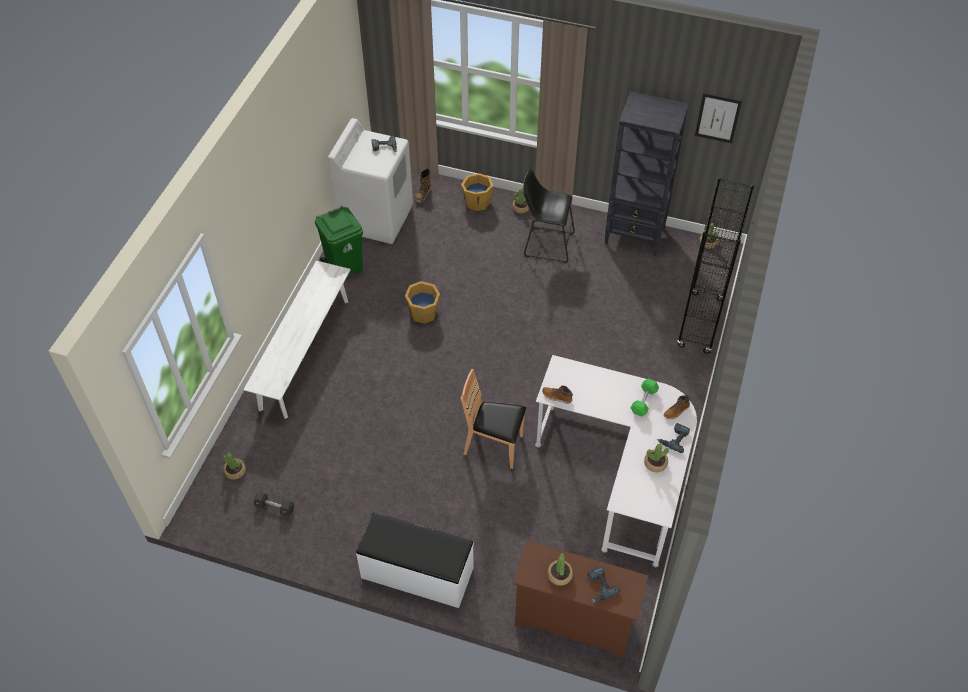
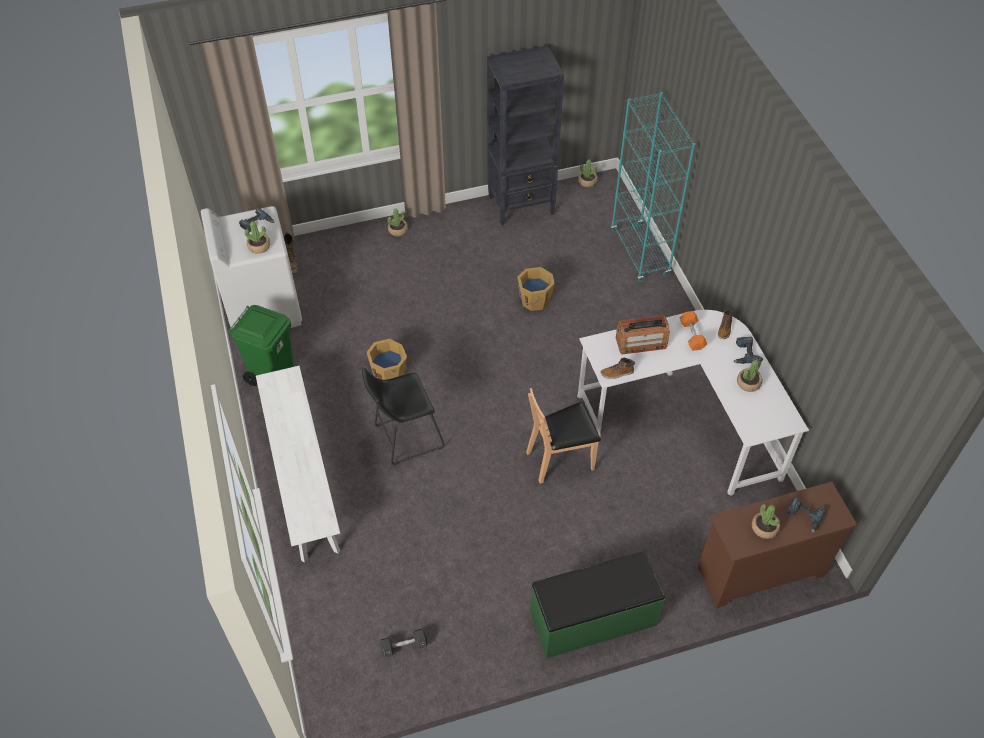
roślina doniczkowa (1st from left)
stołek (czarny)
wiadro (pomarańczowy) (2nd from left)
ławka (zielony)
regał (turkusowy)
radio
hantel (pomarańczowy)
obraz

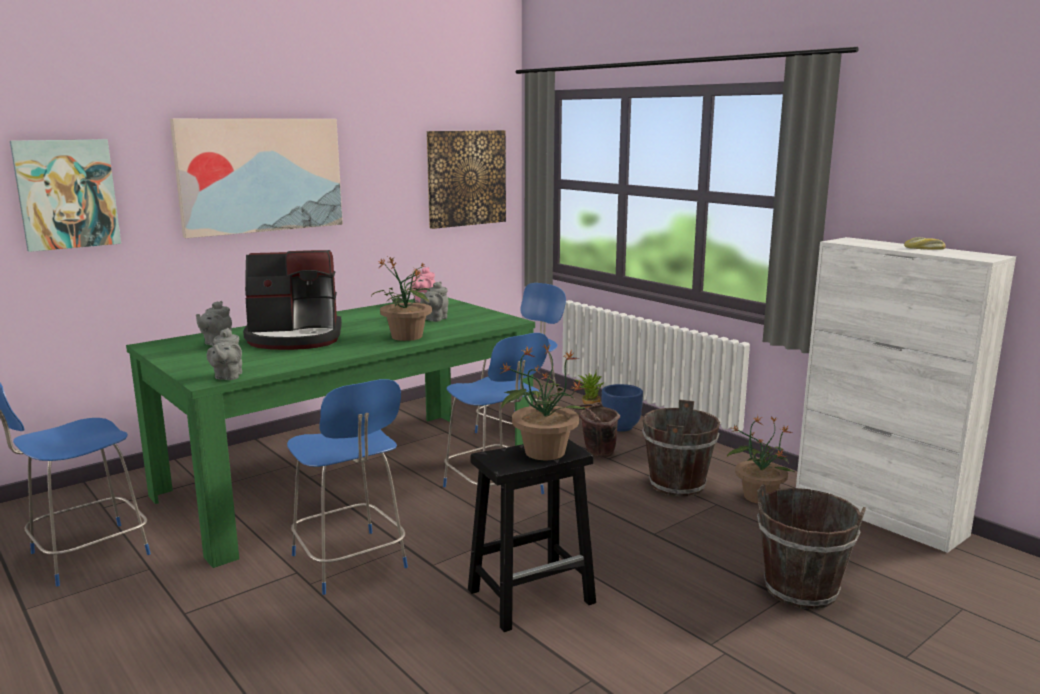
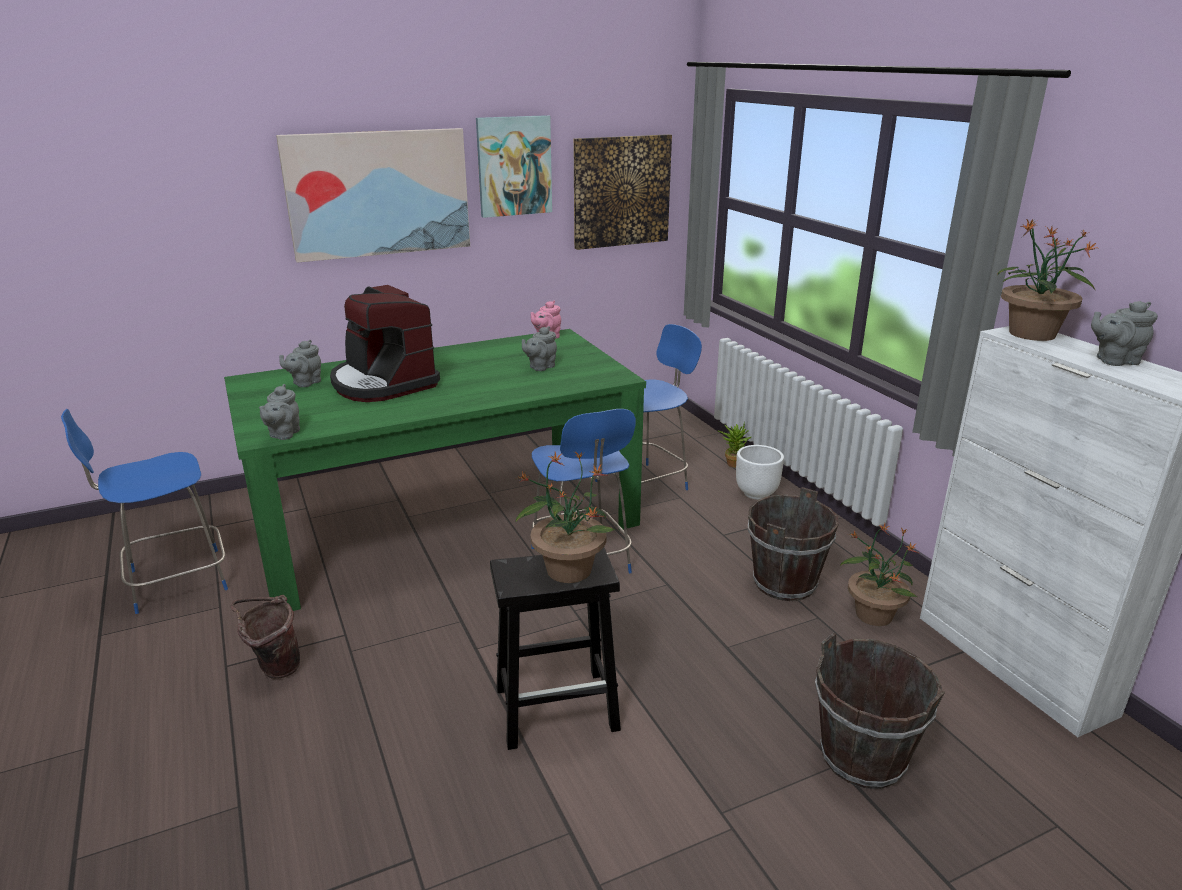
wiadro (brązowy) (1st from left)
ekspres do kawy
obraz (2nd from left)
donica (biały)
roślina doniczkowa (4th from left)
imbryk (szary) (4th from left)
krzesło (niebieski) (2nd from left in the first image)

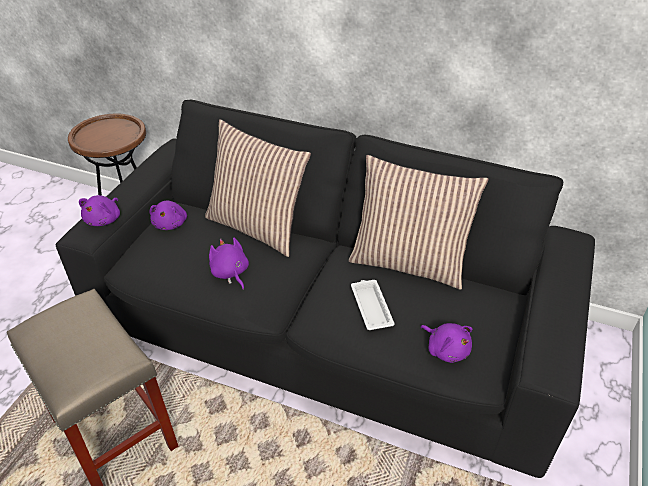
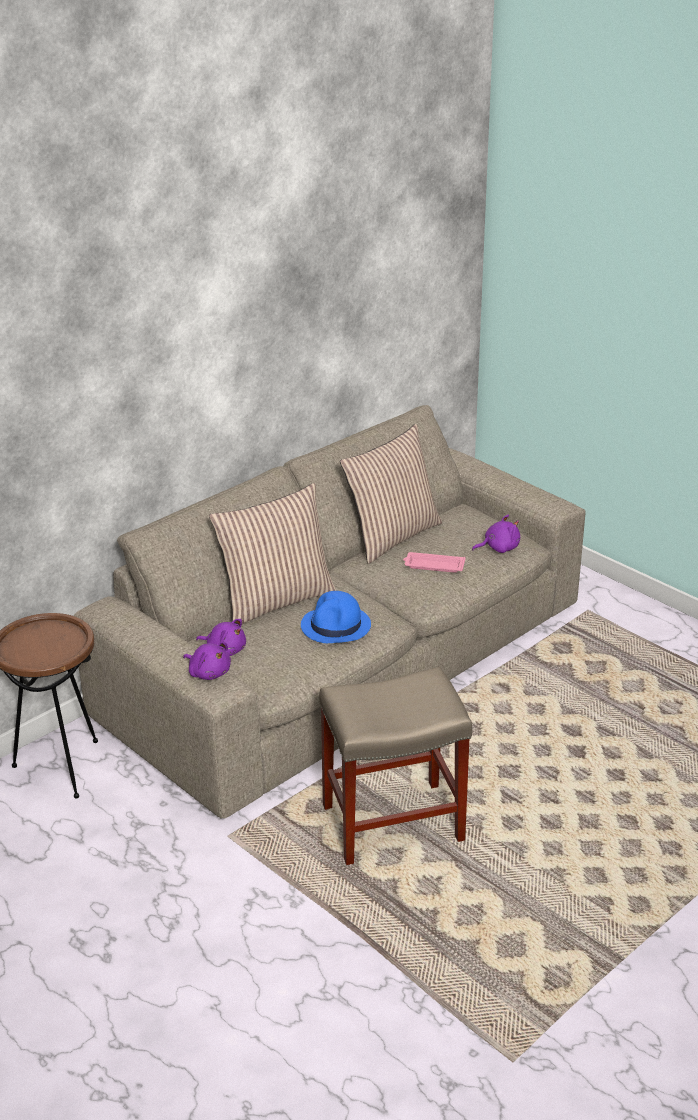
kanapa (beżowy)
kapelusz (niebieski)
taca (różowy)

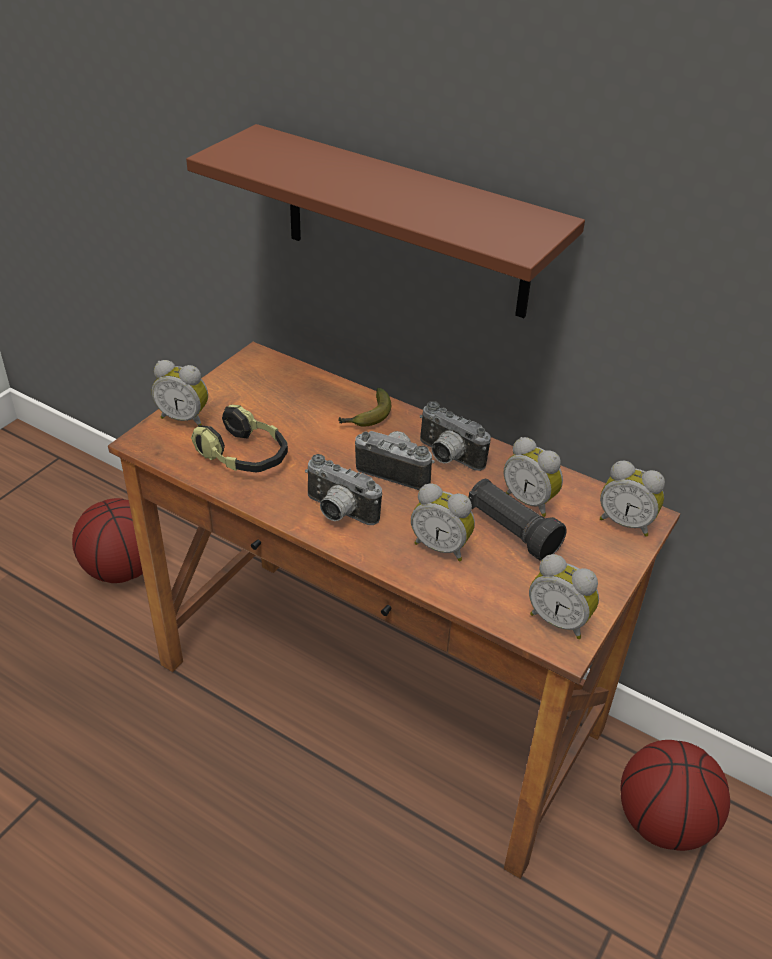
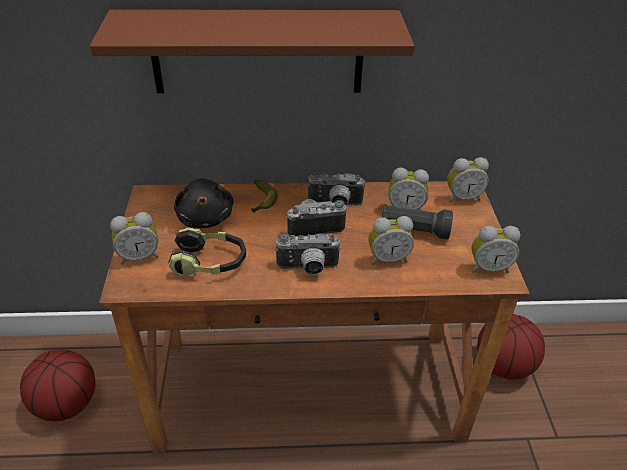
pluszak (czarny)

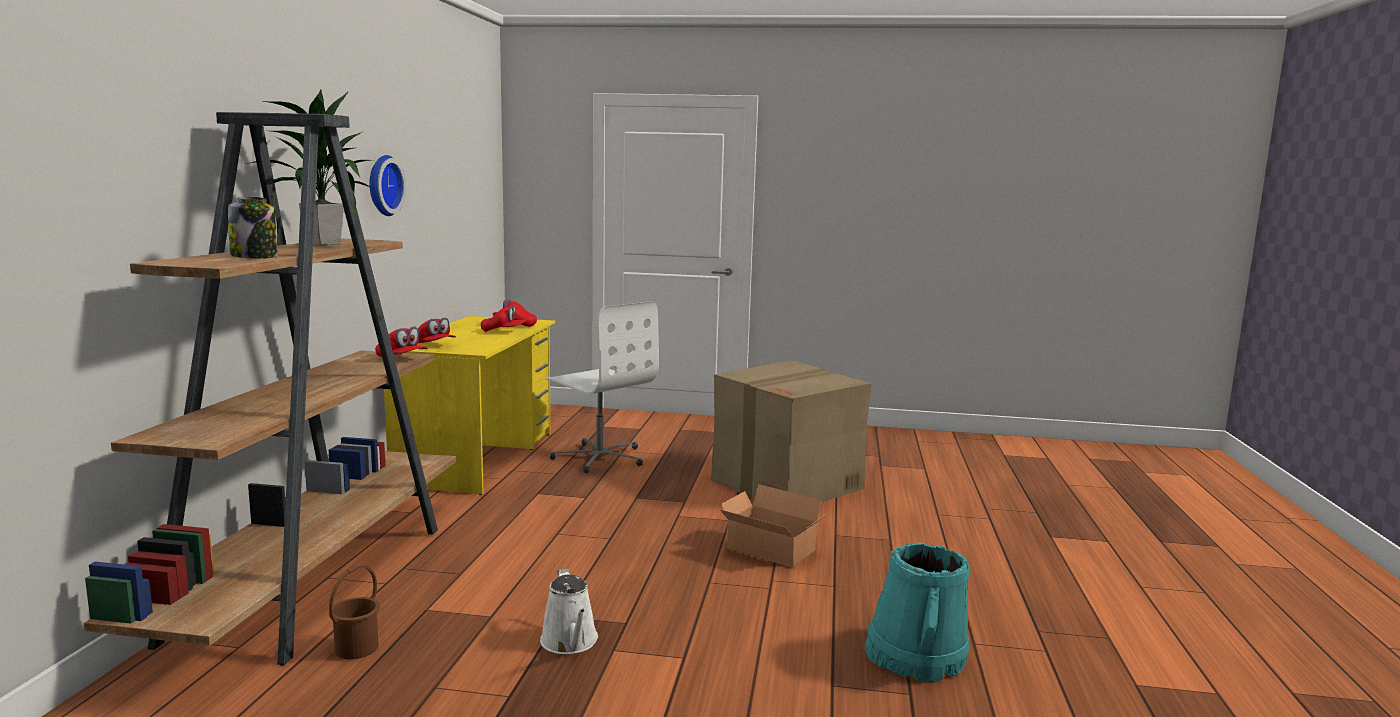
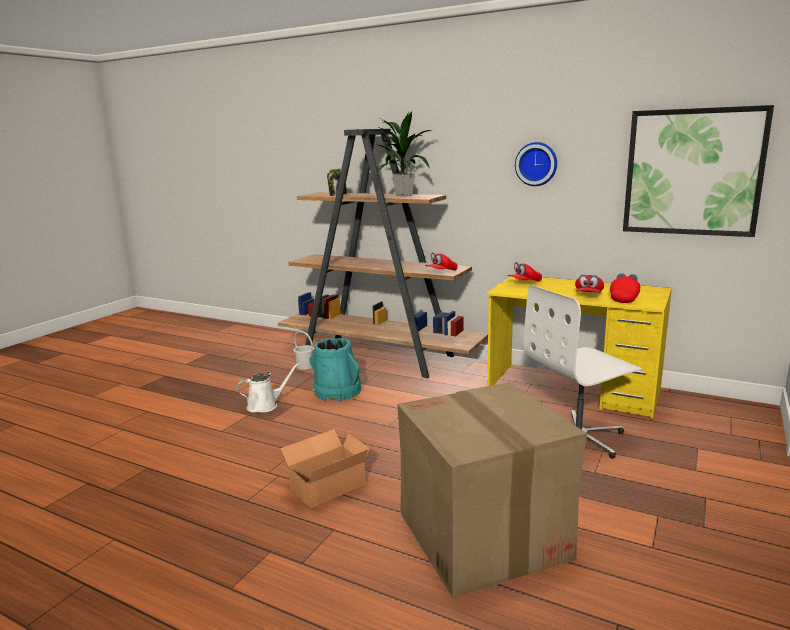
konewka (biały)
wiadro (biały)
wiadro (turkusowy)
obraz

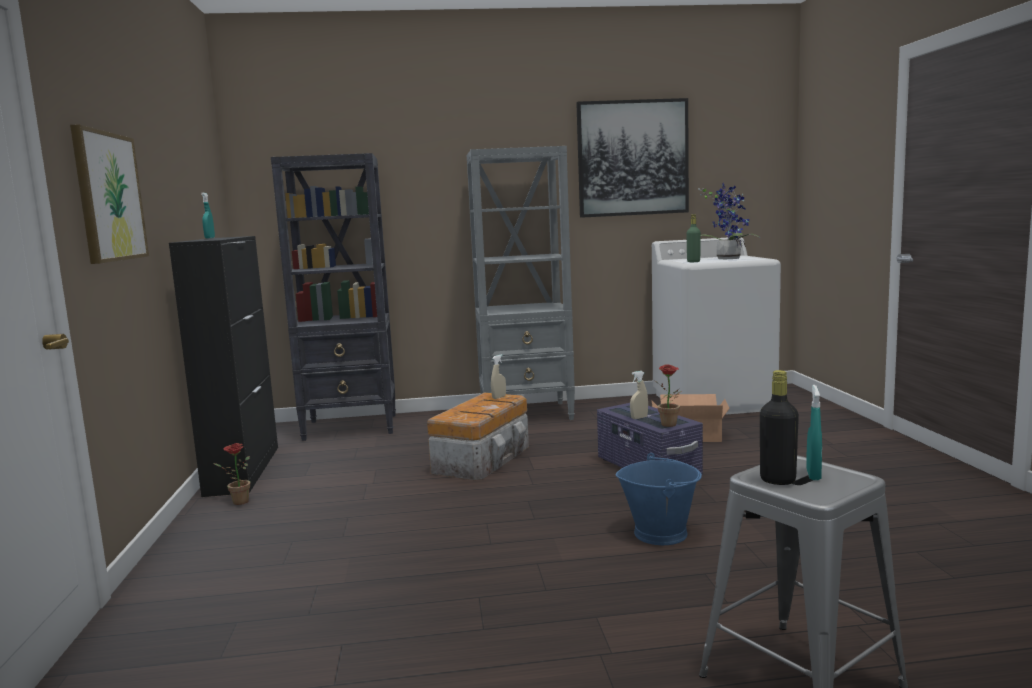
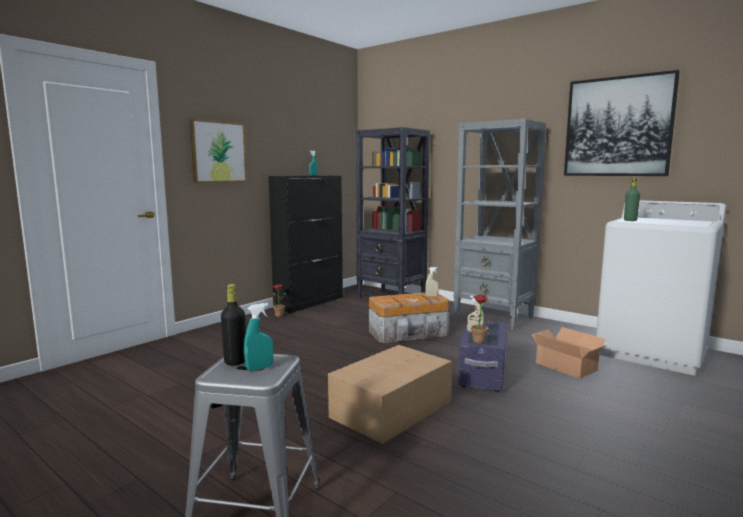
karton (1st from left)
roślina doniczkowa (3rd from left in the first image)

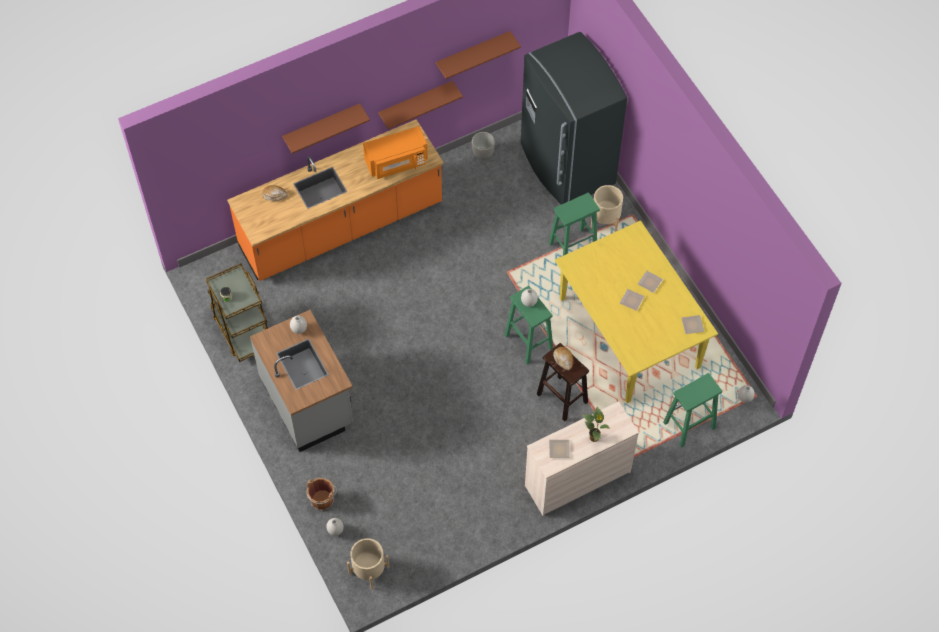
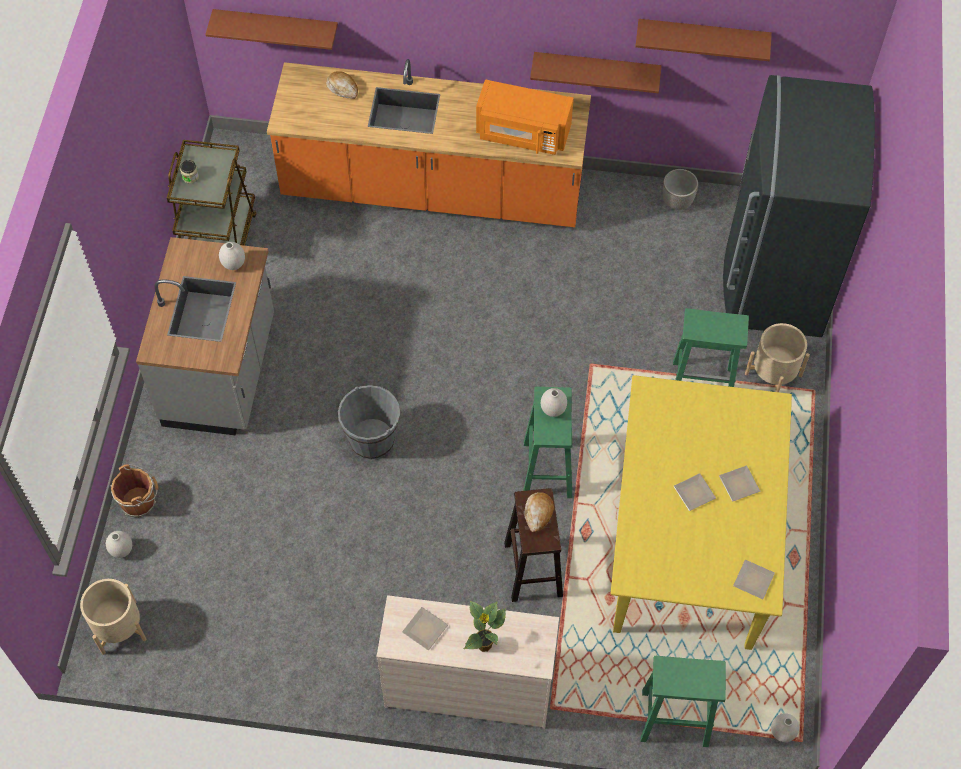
półka (brązowy) (1st from left)
wiadro (szary)

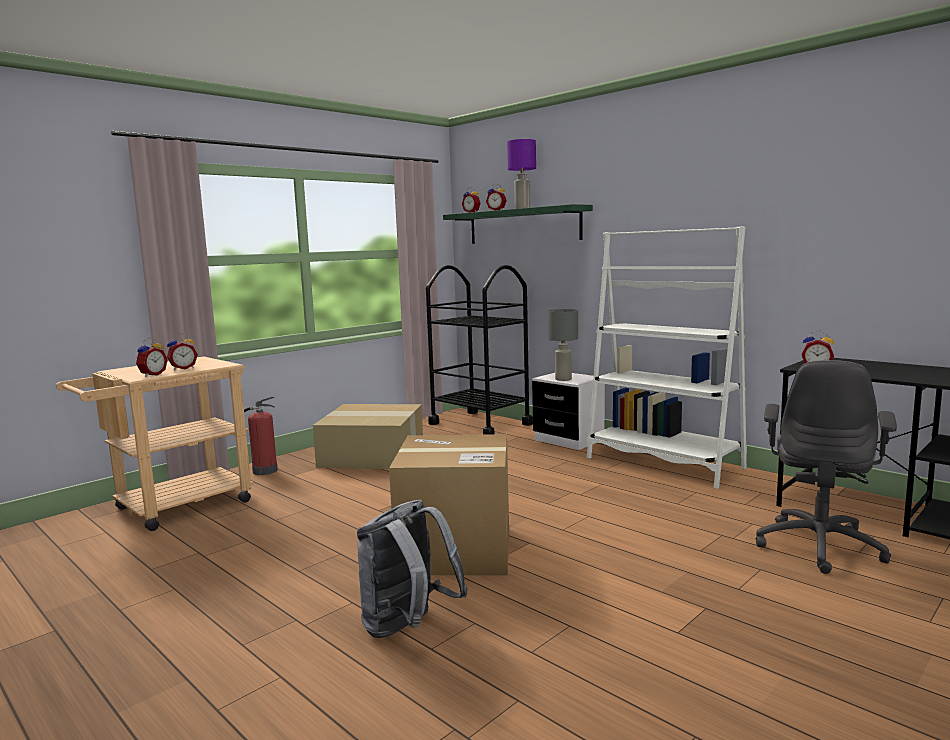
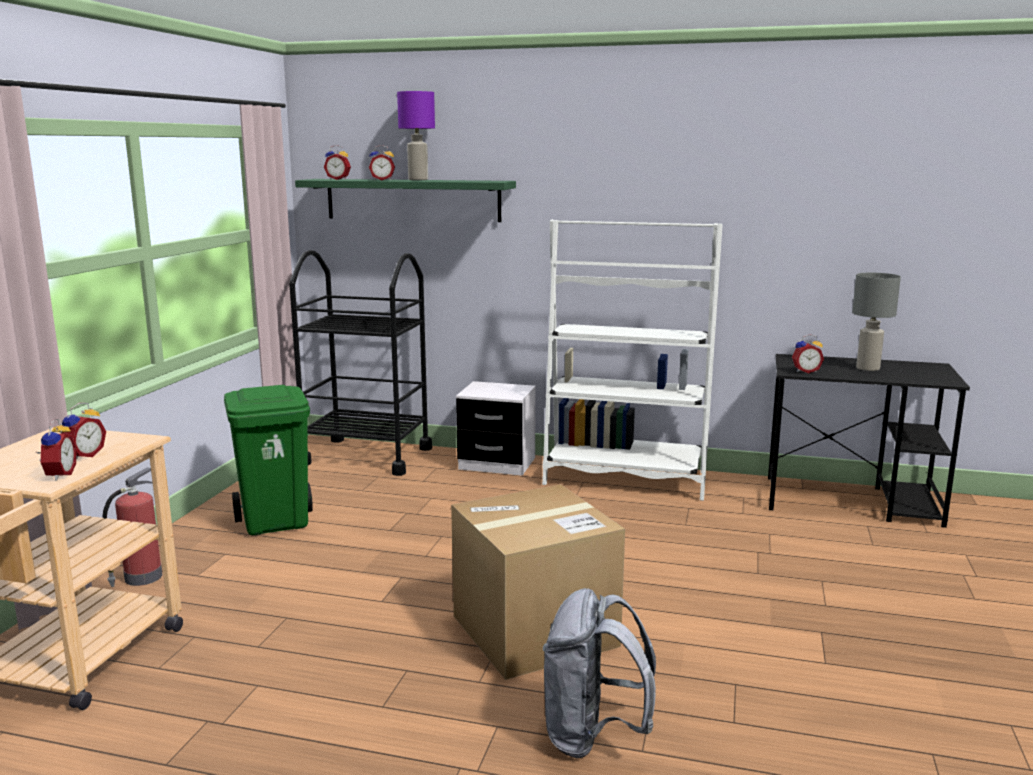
kosz na śmieci (zielony)
lampa stołowa (szary)
krzesło biurowe (szary)

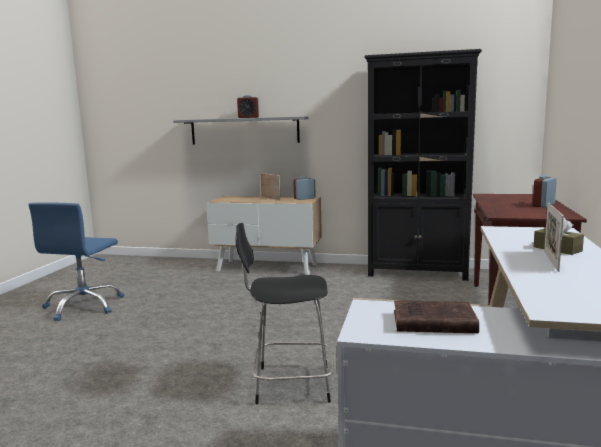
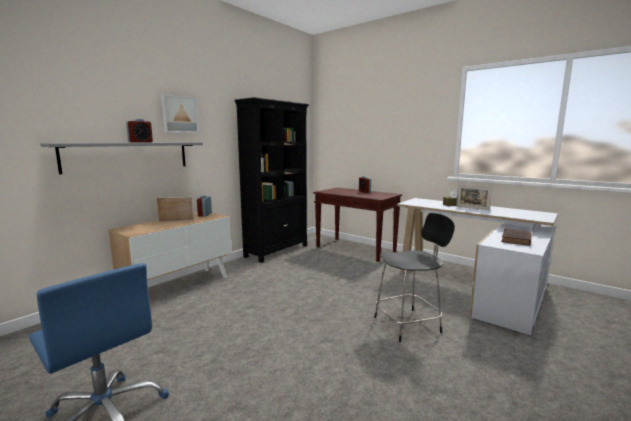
obraz
krzesło (czarny)

